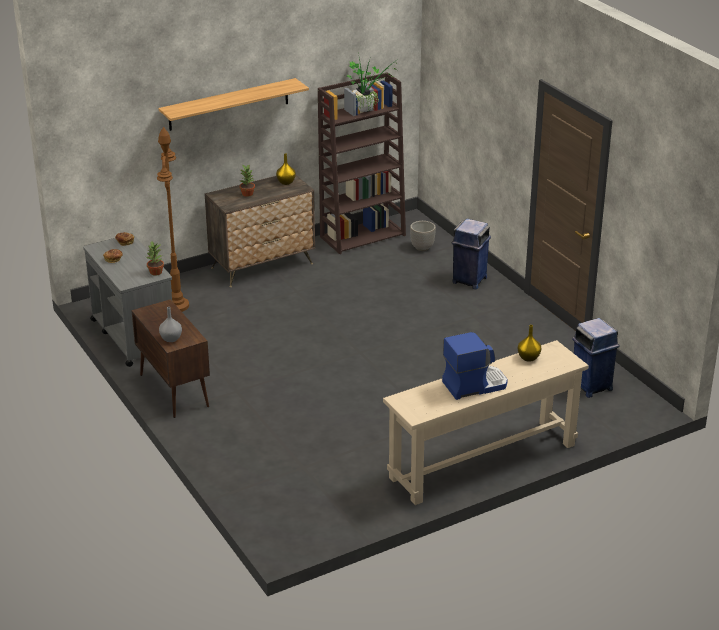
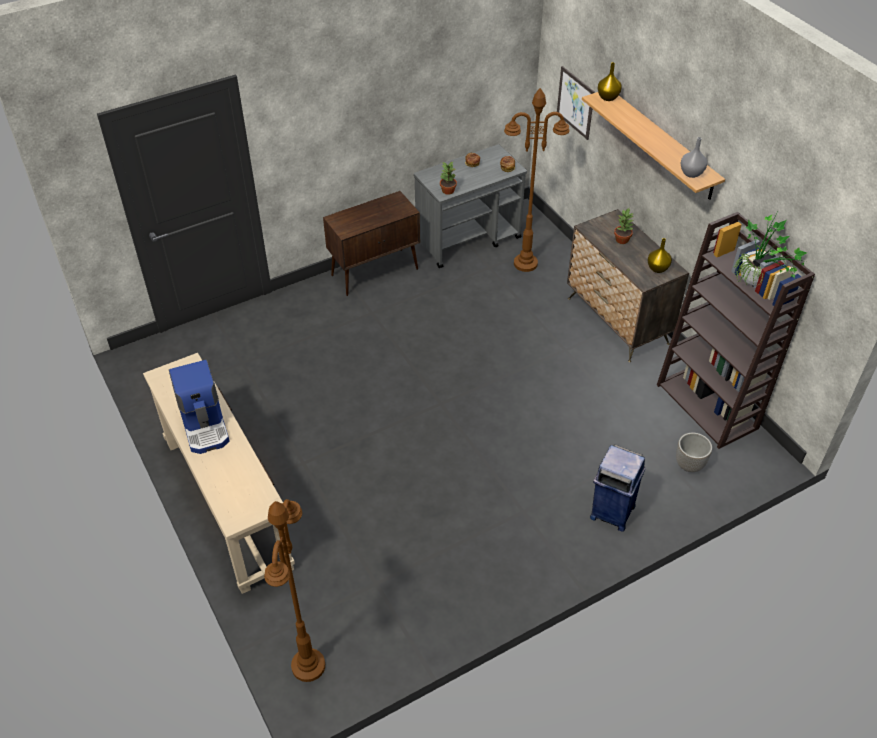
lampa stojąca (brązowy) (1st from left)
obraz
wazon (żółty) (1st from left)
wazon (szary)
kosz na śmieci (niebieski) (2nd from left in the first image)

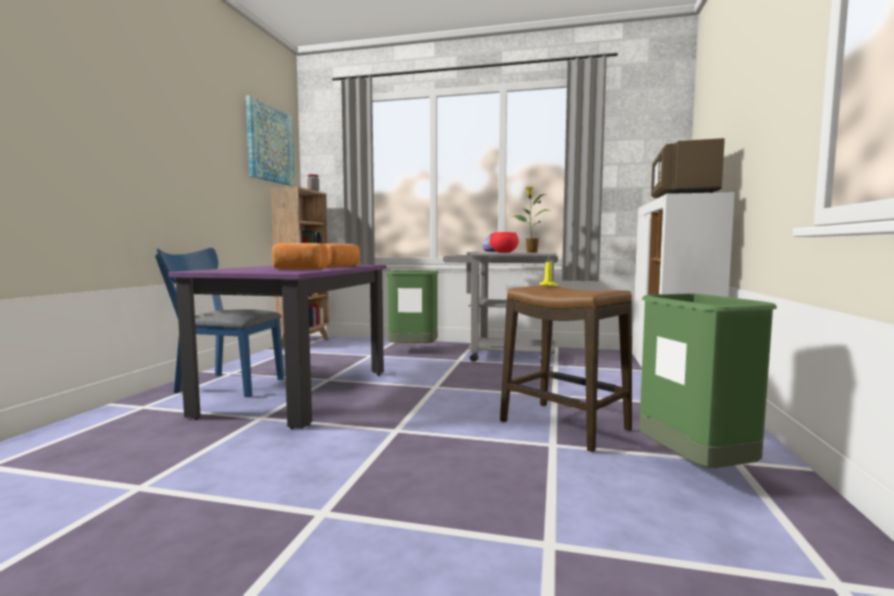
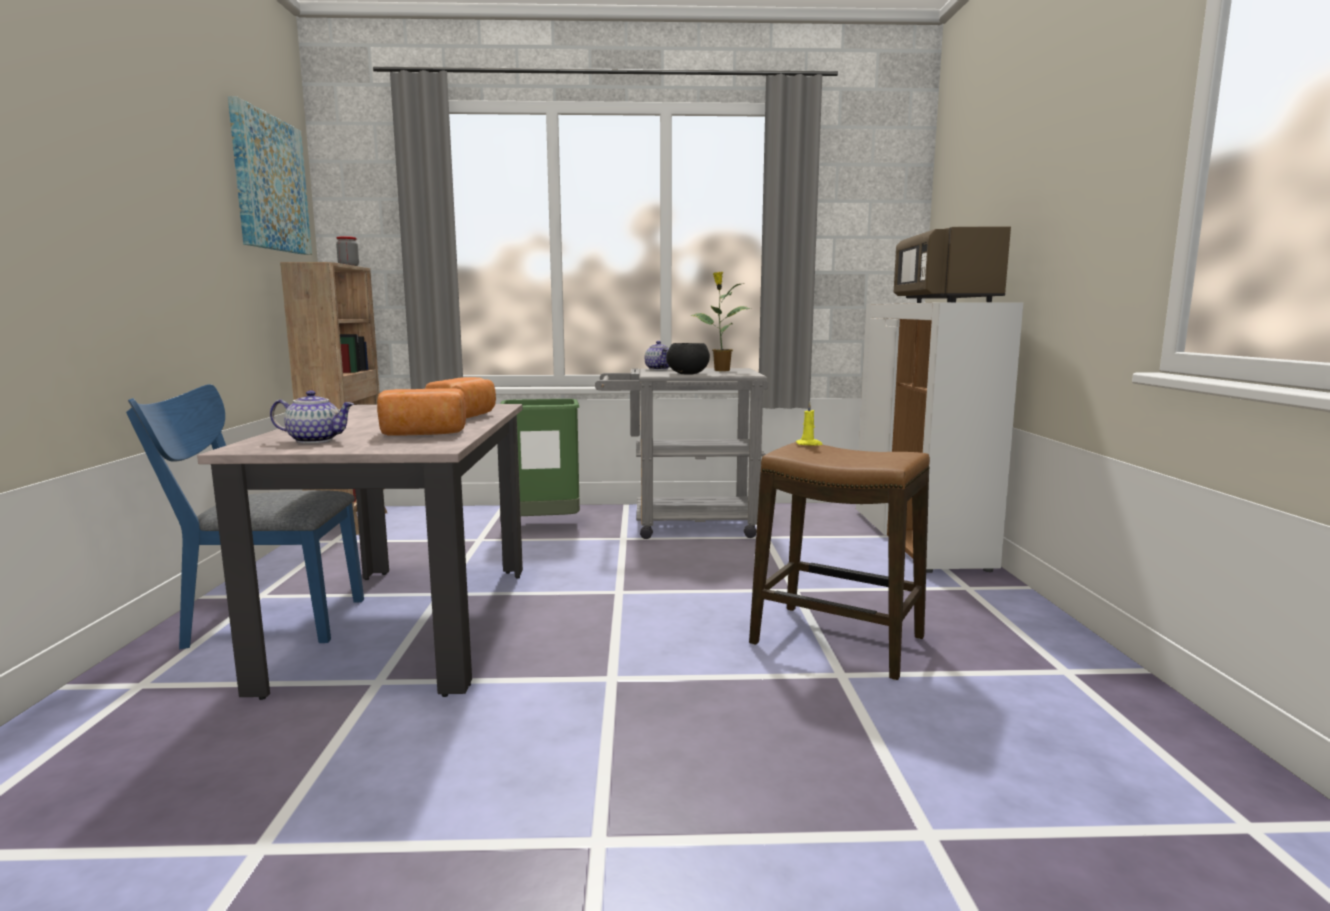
stół jadalny (beżowy)
imbryk (1st from left)
miska (czarny)
kosz na śmieci (zielony) (2nd from left in the first image)

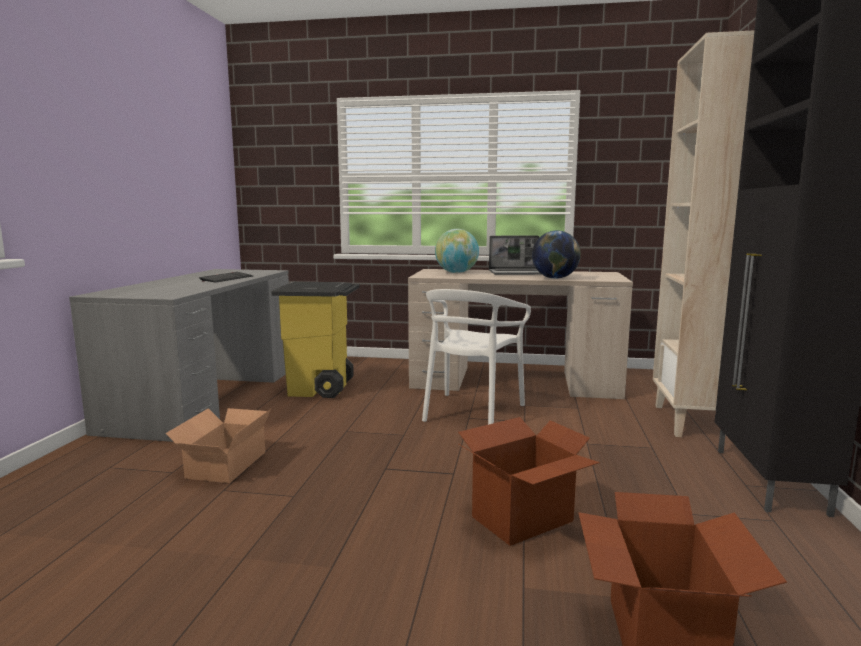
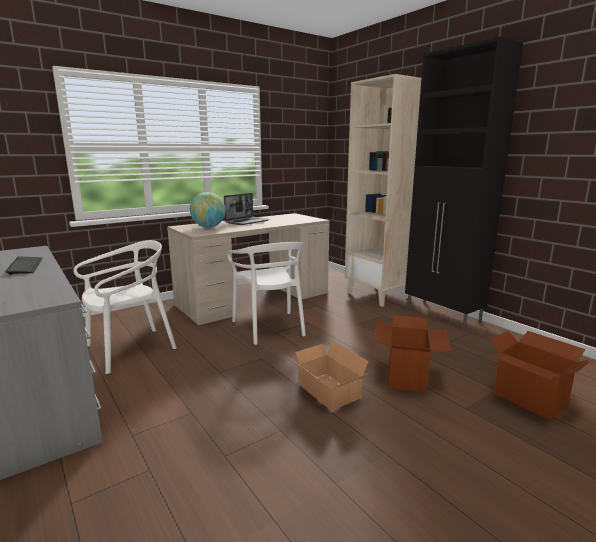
krzesło (biały) (1st from left)
karton (1st from left)
globus (2nd from left in the first image)

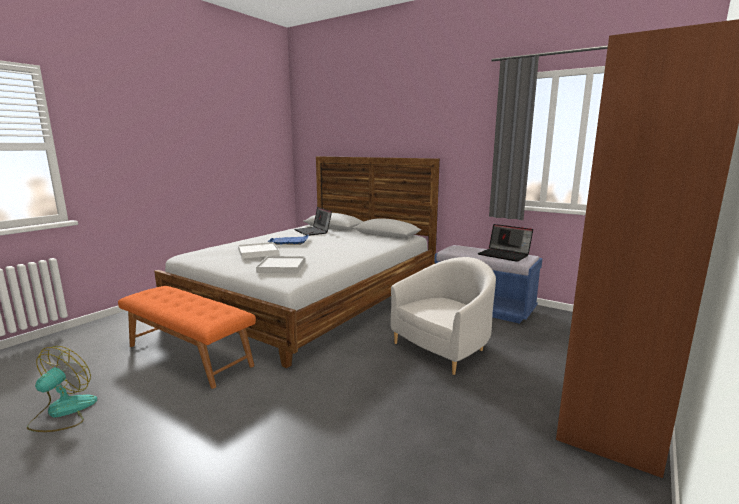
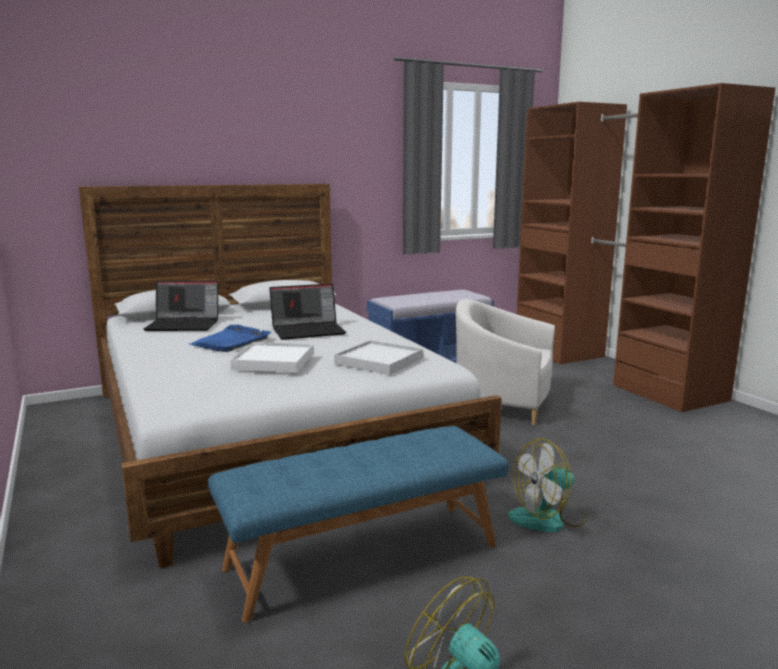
ławka (niebieski) (1st from left)
laptop (2nd from left)
fotel (biały)
wentylator (2nd from left)

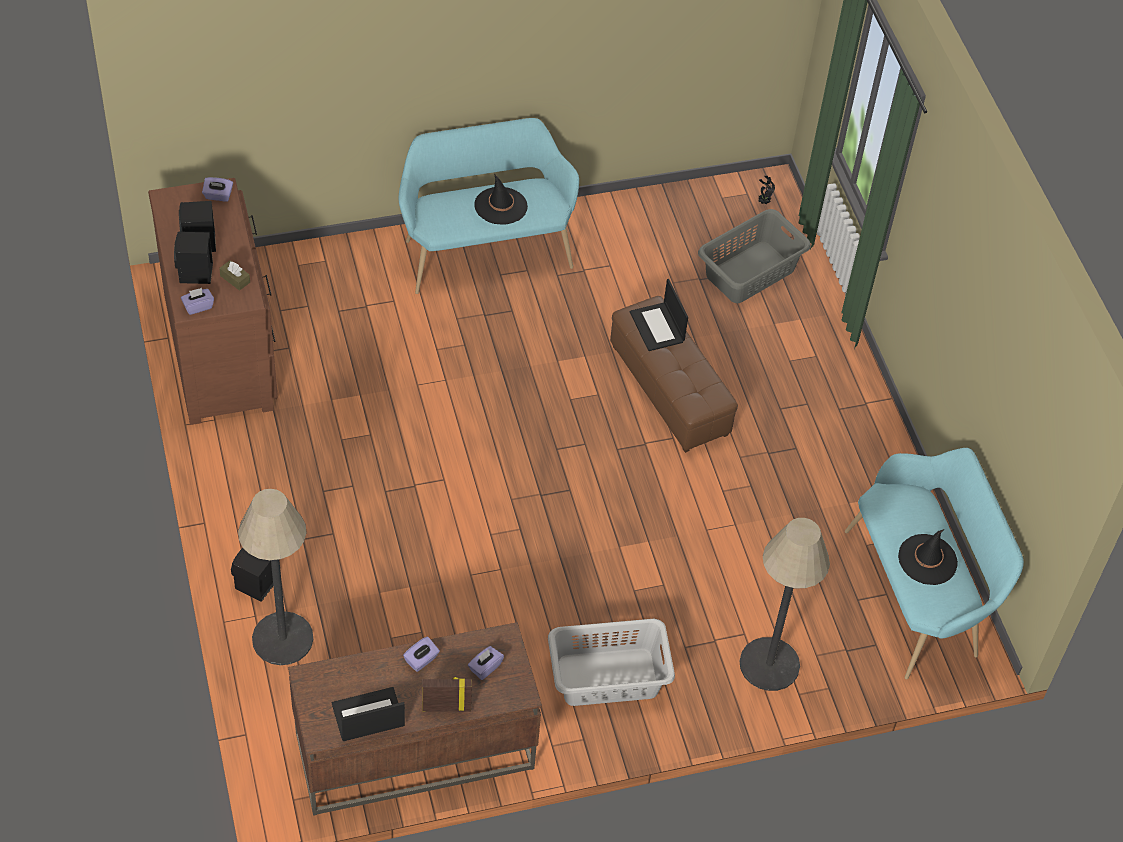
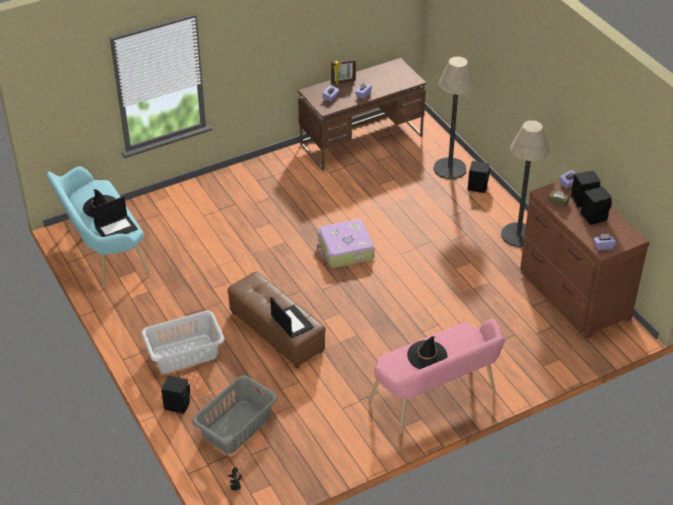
laptop (1st from left)
kosz na pranie (szary) (1st from left)
głośnik (czarny) (1st from left)
walizka
ławka (różowy)
lampa stojąca (2nd from left)

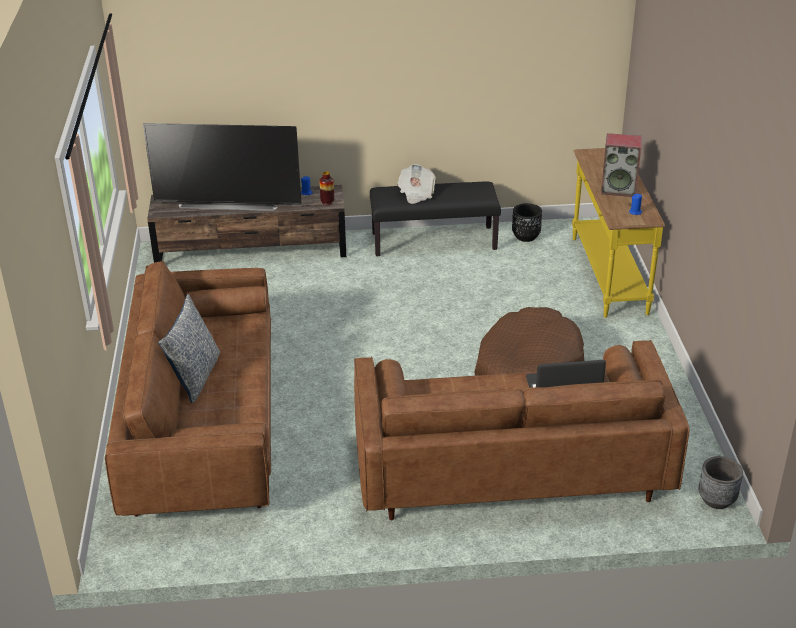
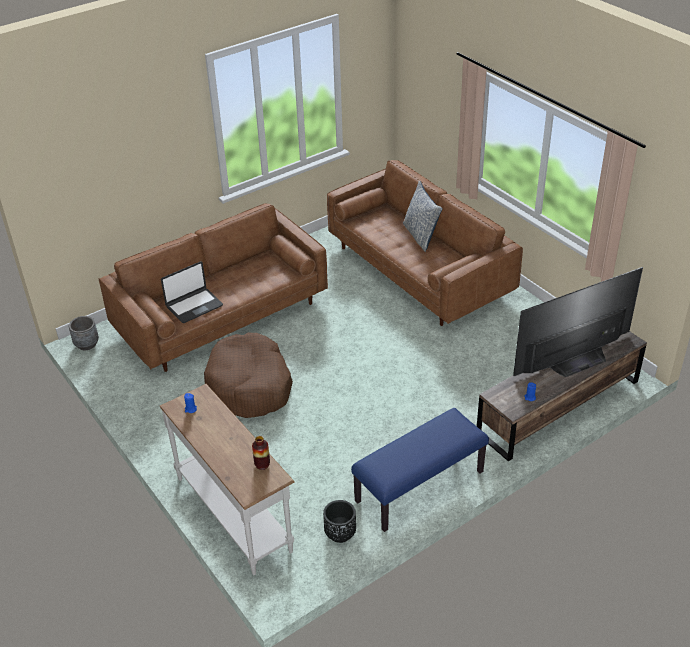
stolik konsolowy (biały)
wazon
ławka (niebieski)
gazeta
głośnik

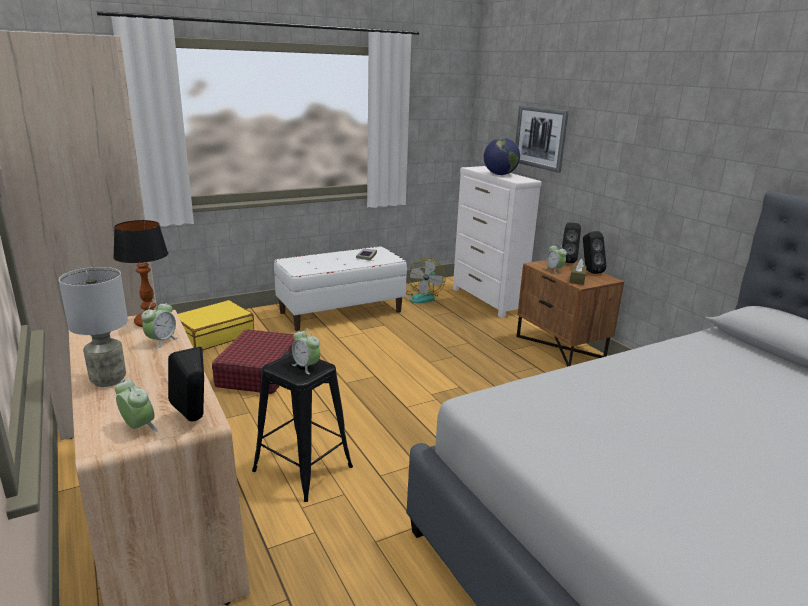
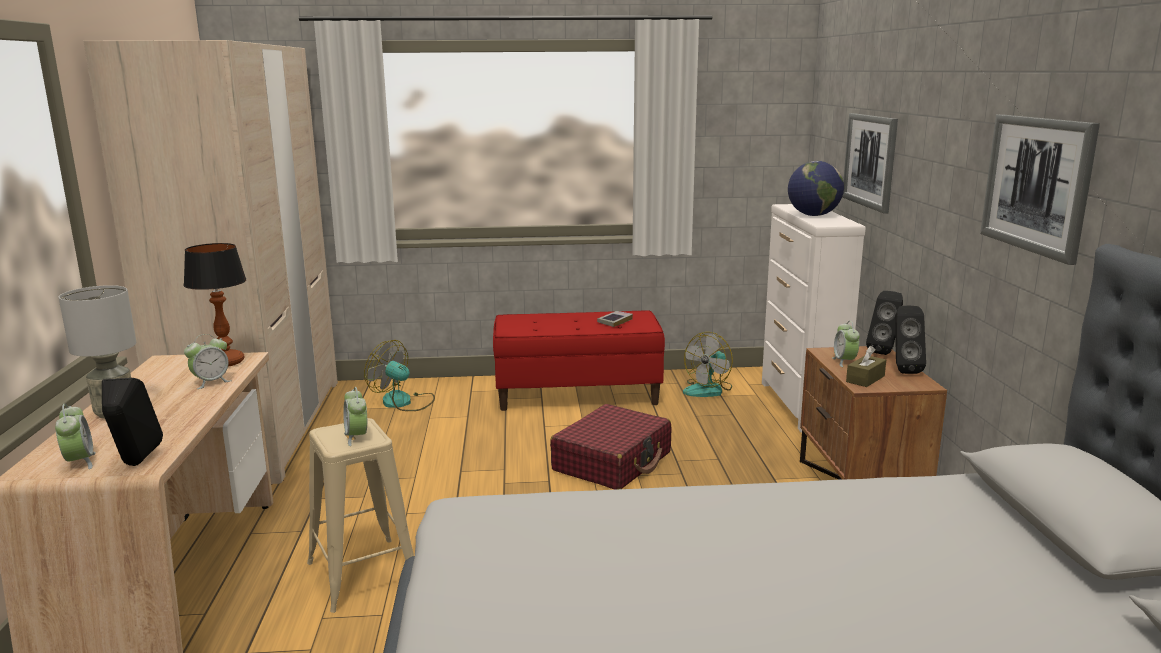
stołek (beżowy)
wentylator (1st from left)
ławka (czerwony)
walizka (czerwony)
obraz (2nd from left)

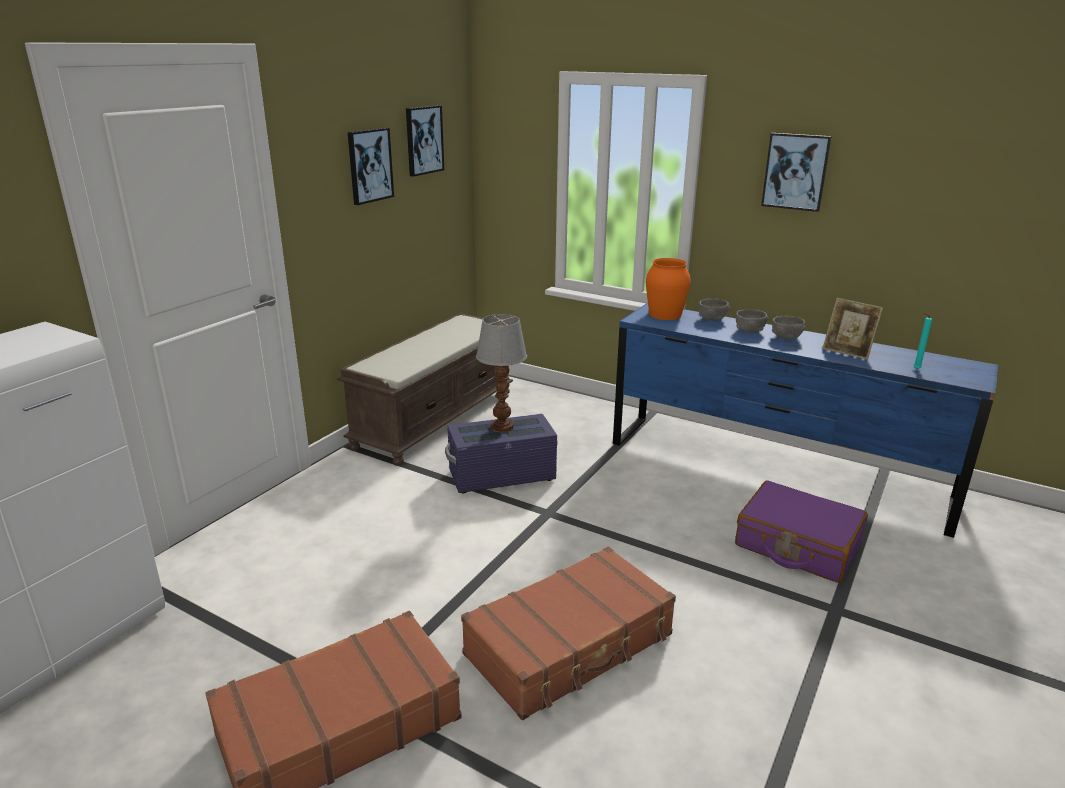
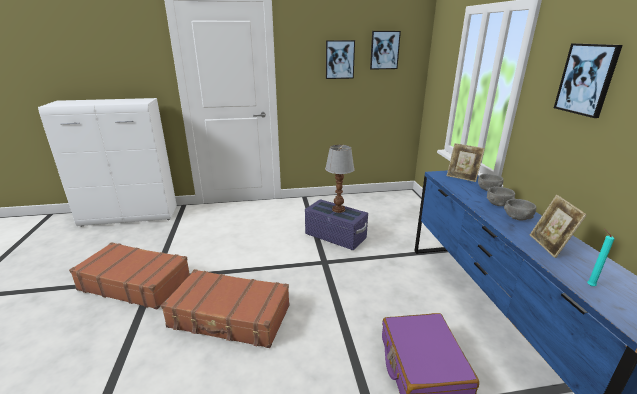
ramka na zdjęcie (1st from left)
ławka (brązowy)

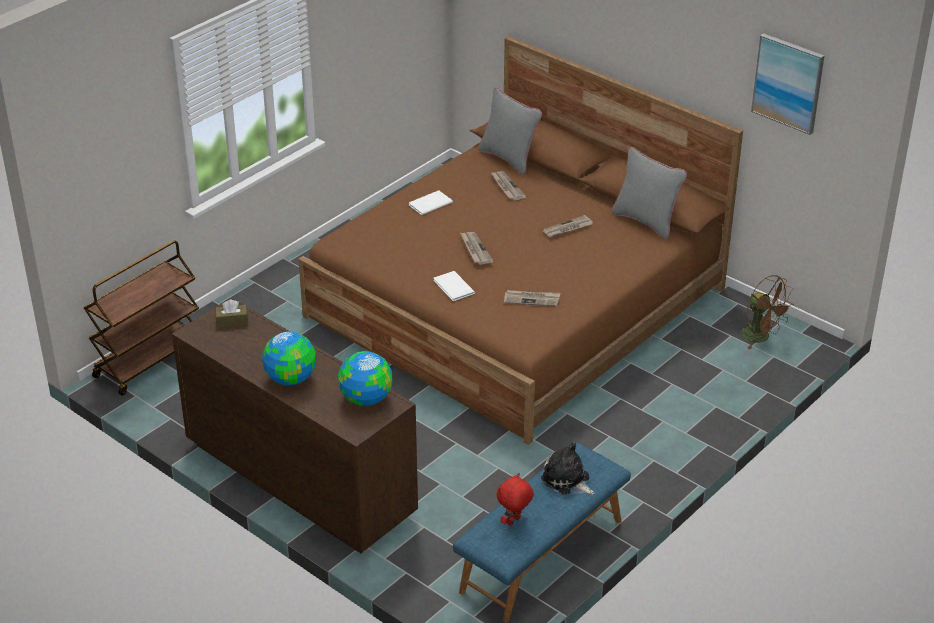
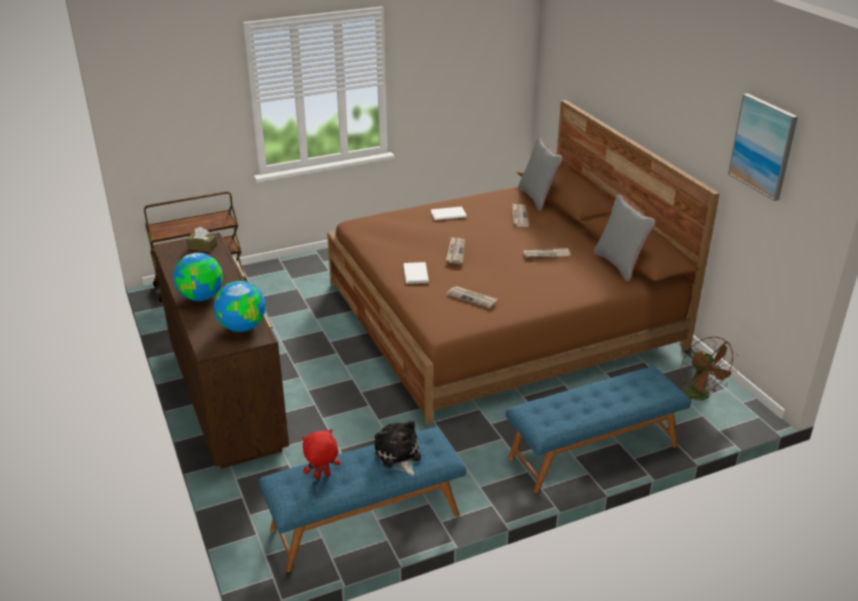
ławka (niebieski) (2nd from left)

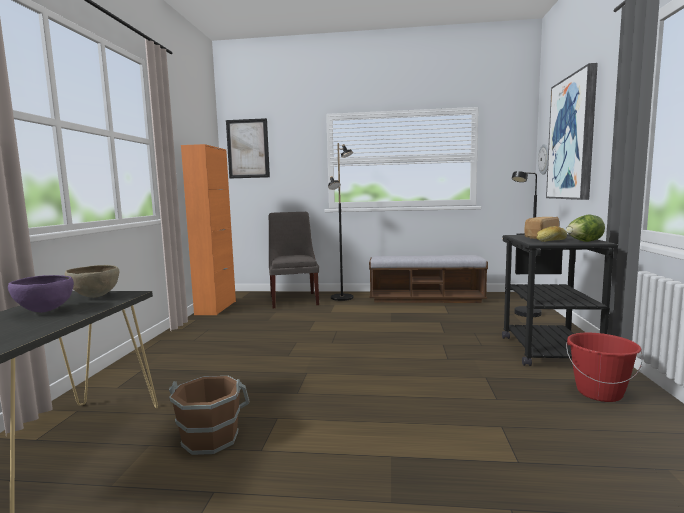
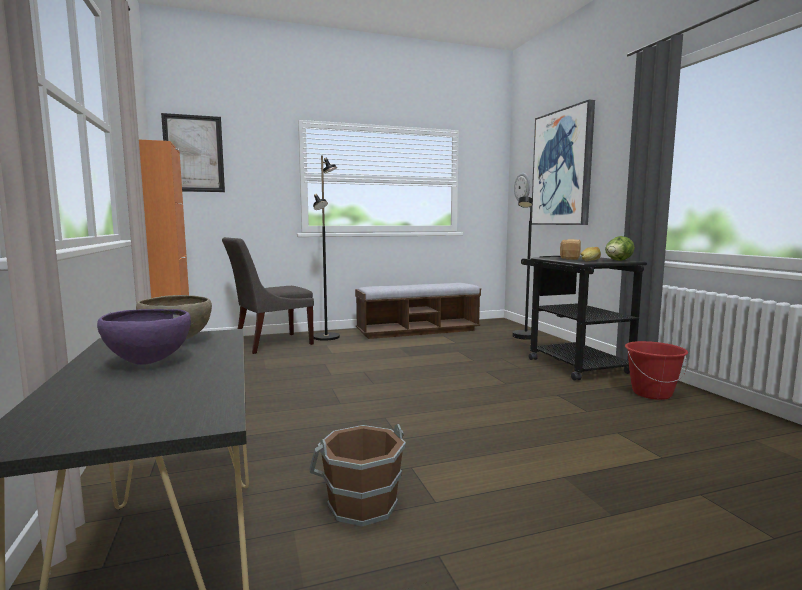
krzesło (szary)

